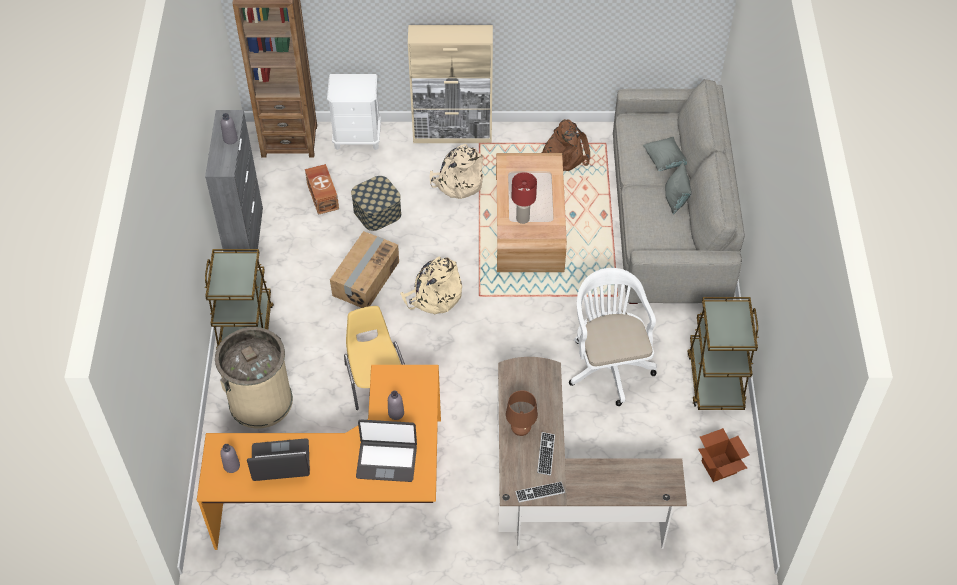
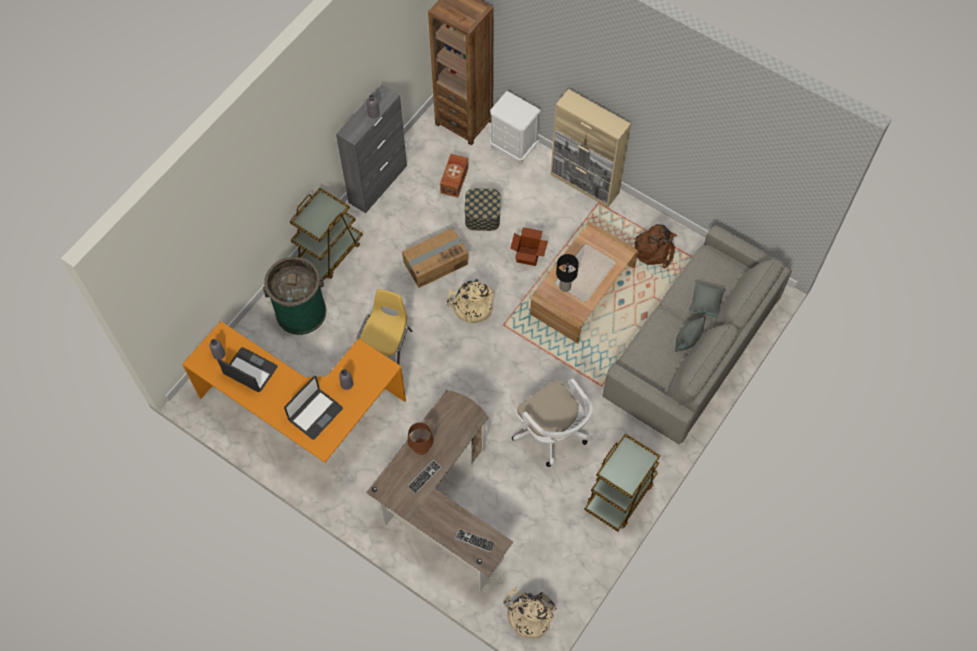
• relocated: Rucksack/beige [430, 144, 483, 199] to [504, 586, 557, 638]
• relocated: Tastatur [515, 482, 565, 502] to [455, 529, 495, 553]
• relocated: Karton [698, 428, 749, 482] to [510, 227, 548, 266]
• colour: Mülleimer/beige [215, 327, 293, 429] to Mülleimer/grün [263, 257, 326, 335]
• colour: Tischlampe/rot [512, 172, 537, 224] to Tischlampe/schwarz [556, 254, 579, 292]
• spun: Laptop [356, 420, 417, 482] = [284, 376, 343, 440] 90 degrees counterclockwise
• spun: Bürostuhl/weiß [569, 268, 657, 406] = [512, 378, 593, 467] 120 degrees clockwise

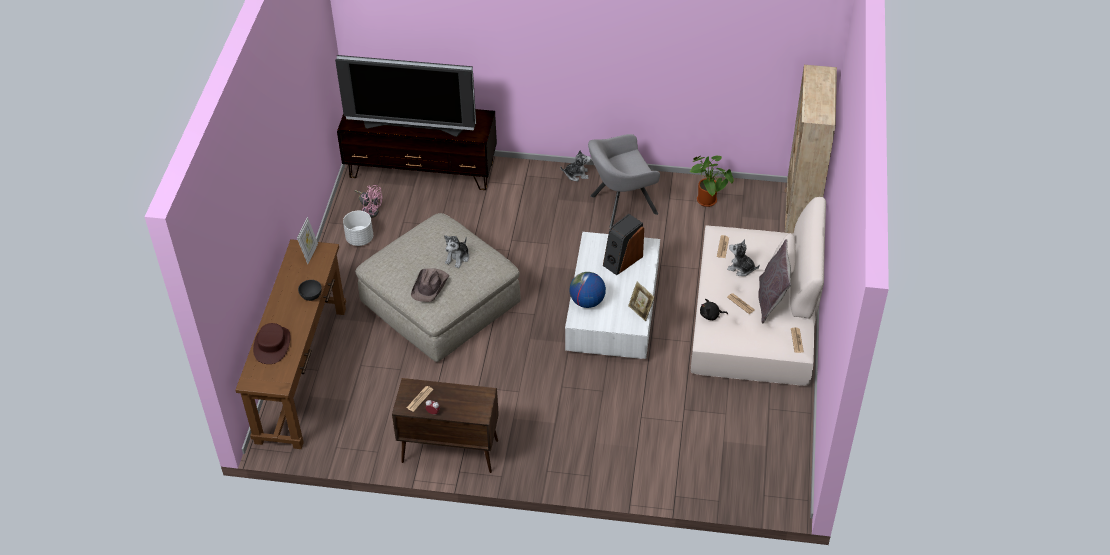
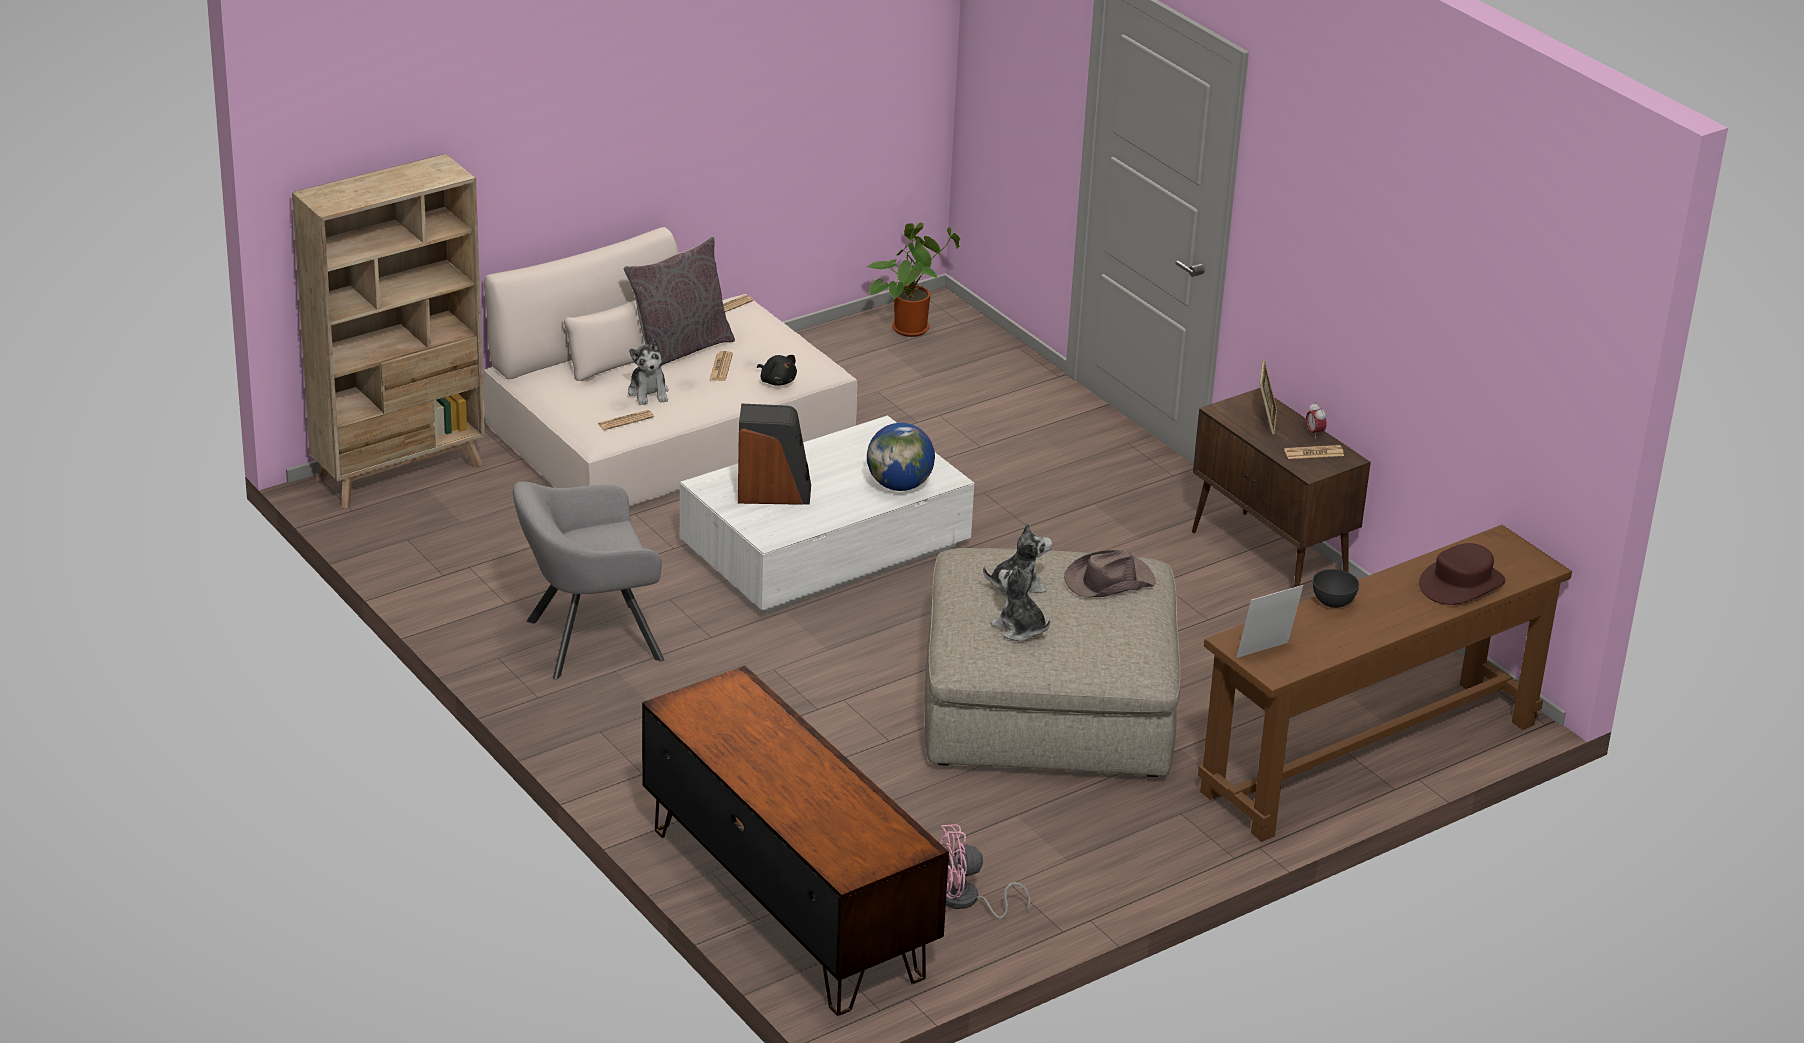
• missing: Fernseher [335, 55, 476, 137]
• missing: Pflanzkübel/weiß [343, 211, 373, 246]
• relocated: Plüschtier [560, 150, 591, 181] to [990, 564, 1050, 641]
• relocated: Bilderrahmen [628, 282, 655, 321] to [1260, 360, 1277, 435]
• relocated: Topfpflanze [690, 156, 734, 207] to [866, 223, 960, 337]
• spun: Ventilator/rosa [354, 185, 382, 218] = [940, 824, 1031, 919] 90 degrees counterclockwise
• spun: Sessel/grau [588, 134, 660, 228] = [513, 481, 664, 679] 135 degrees clockwise

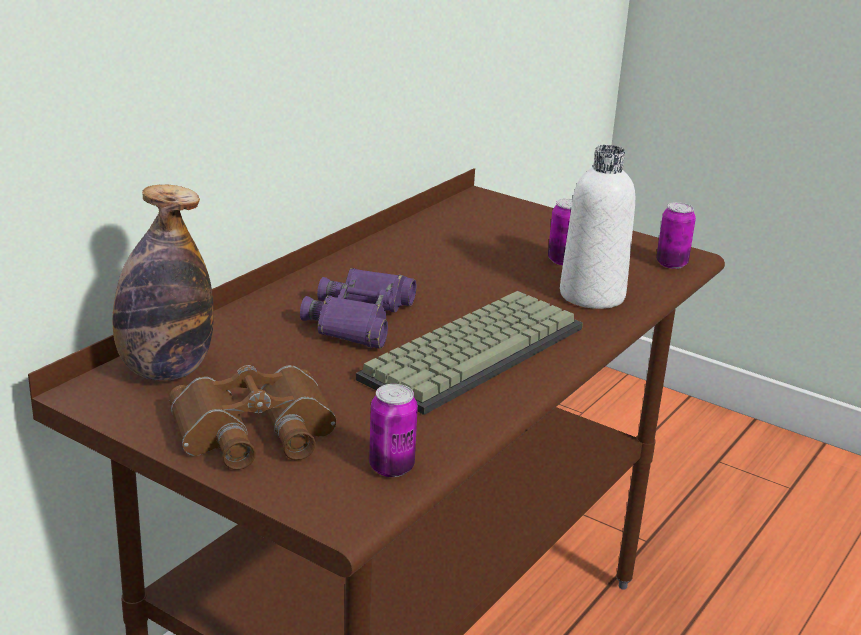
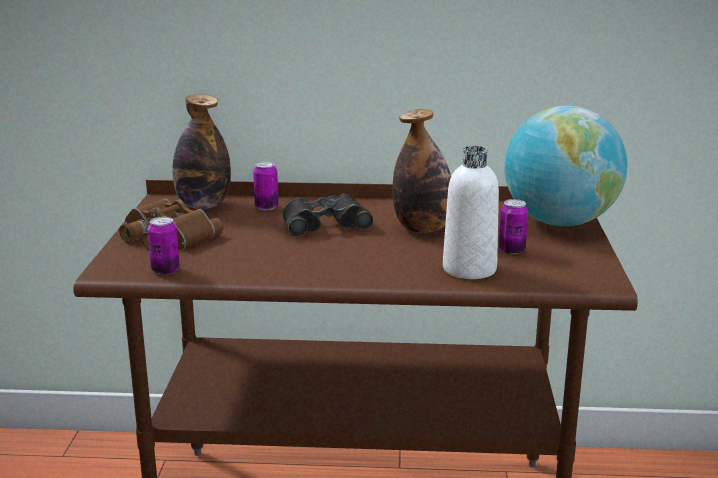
• missing: Tastatur [356, 291, 583, 415]
• appeared: Flasche [393, 109, 451, 233]
• appeared: Globus [504, 106, 627, 226]
• relocated: Dose [656, 202, 696, 269] to [253, 162, 278, 210]
• colour: Fernglas/lila [300, 268, 416, 349] to Fernglas/schwarz [282, 193, 374, 237]

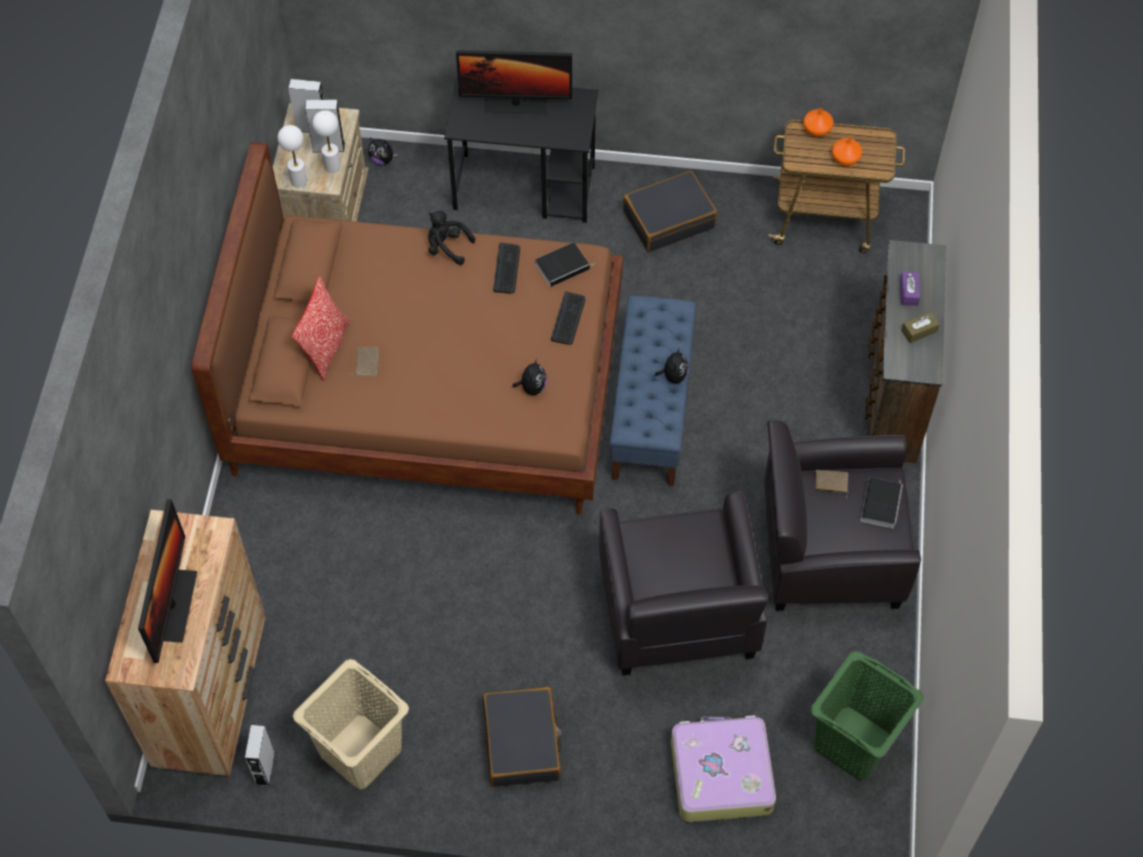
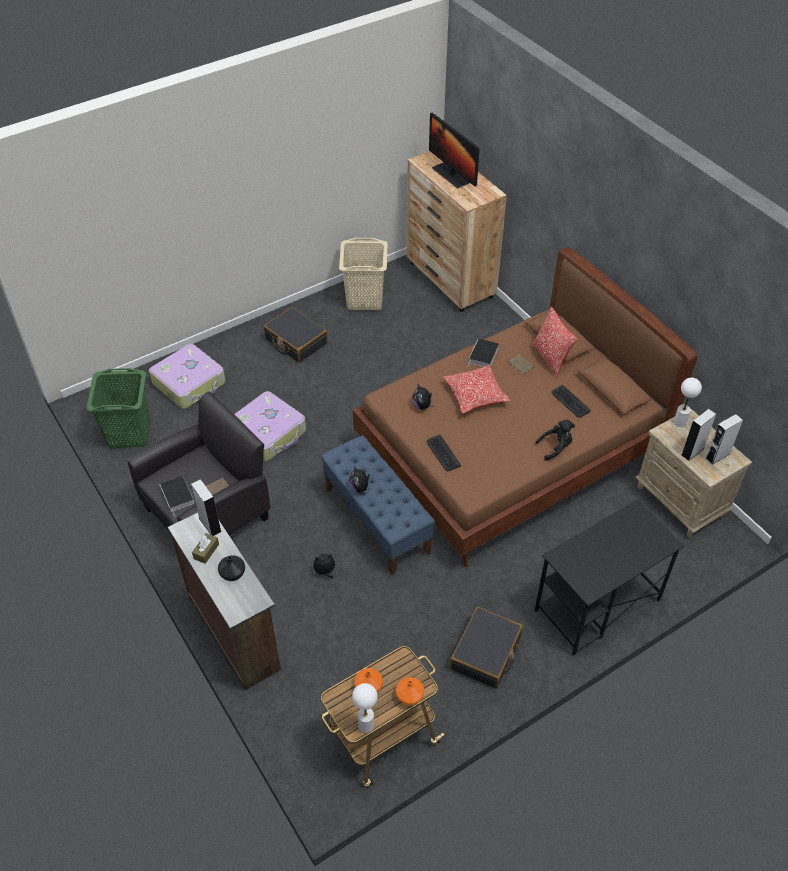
• missing: Monitor [456, 50, 572, 116]
• appeared: Kissen [443, 365, 510, 414]
• relocated: Lautsprecher/grau [245, 725, 275, 786] to [191, 479, 222, 536]
• relocated: Tischlampe/weiß [312, 110, 341, 173] to [352, 683, 378, 733]
• relocated: Plüschtier [368, 137, 398, 165] to [313, 553, 335, 578]
• relocated: Tastatur [493, 243, 520, 294] to [551, 385, 591, 418]
• relocated: Buch [535, 242, 596, 287] to [468, 338, 499, 367]
• exchanged: Sessel/schwarz [599, 491, 768, 676] to Koffer [234, 391, 306, 461]
• exchanged: Taschentuchbox/lila [900, 271, 920, 306] to Vase/schwarz [218, 555, 245, 581]

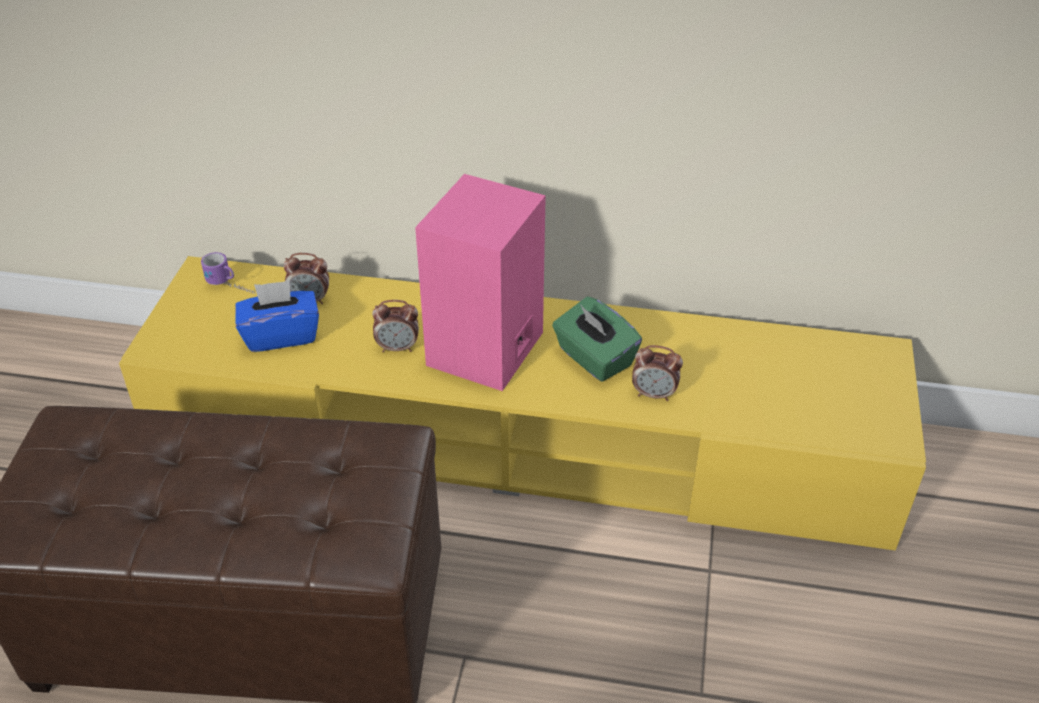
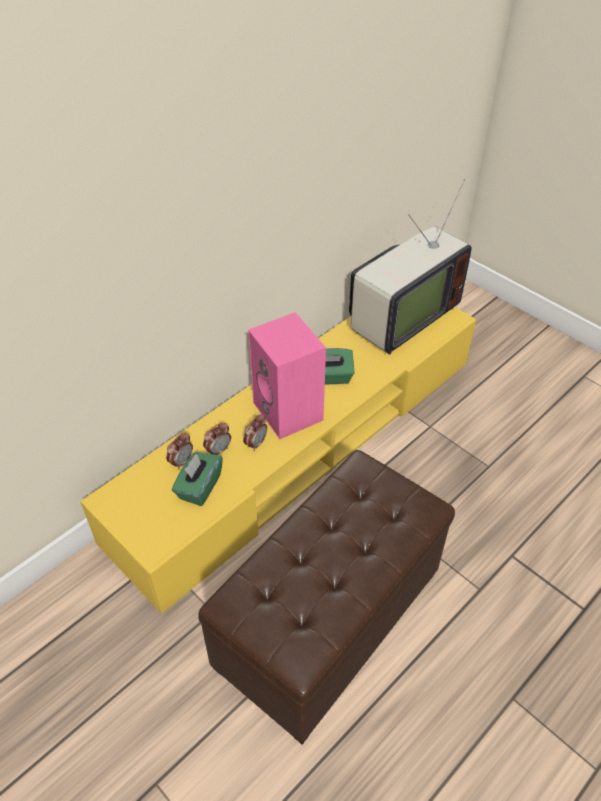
• missing: Henkelbecher [201, 252, 255, 294]
• appeared: Fernseher [349, 180, 472, 355]
• relocated: Wecker [632, 345, 683, 401] to [203, 422, 231, 455]
• colour: Taschentuchbox/blau [235, 280, 319, 352] to Taschentuchbox/grün [172, 452, 223, 506]

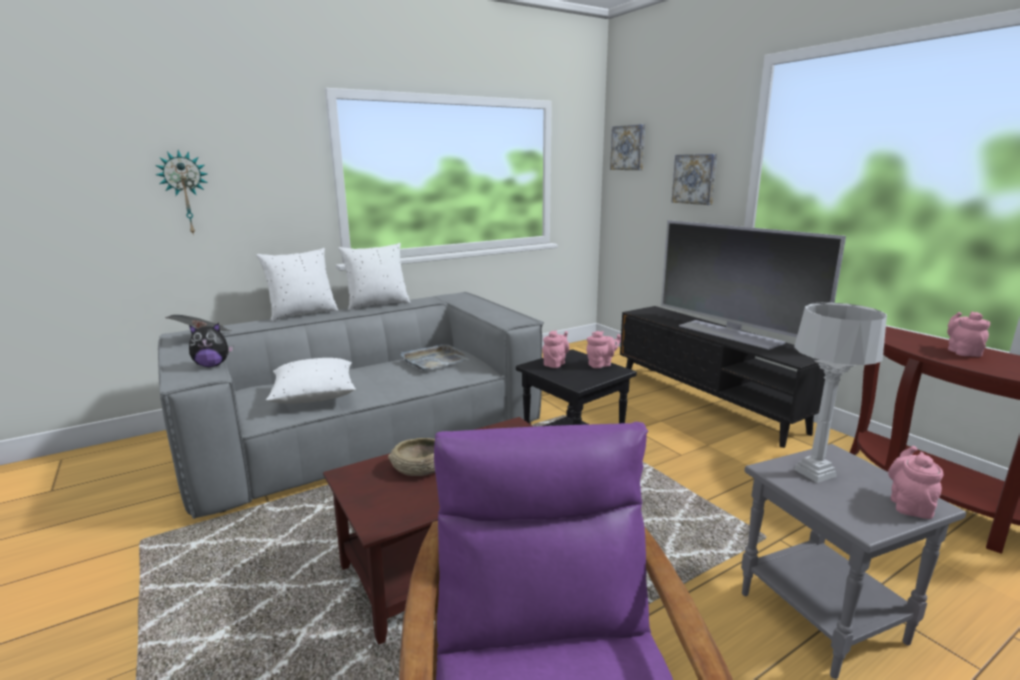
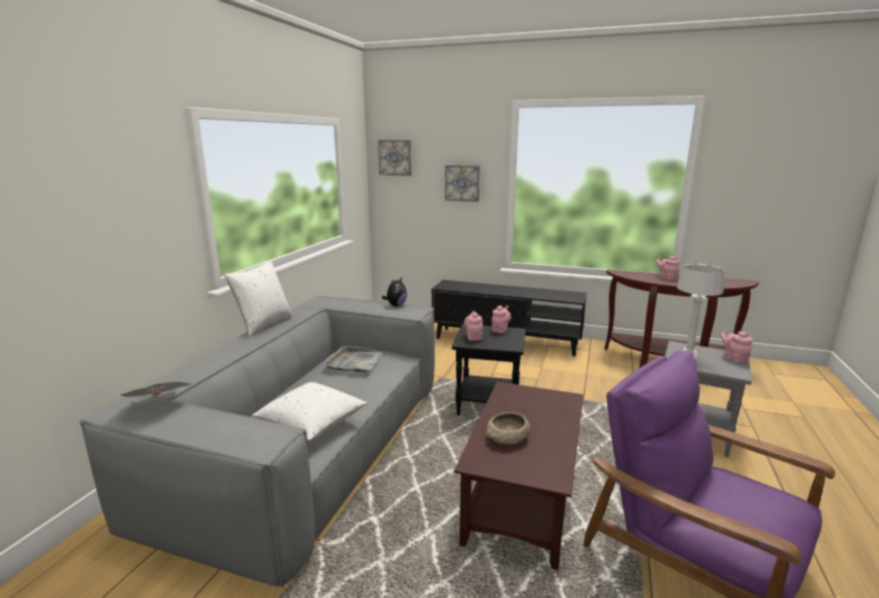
• missing: Wanduhr [155, 150, 208, 236]
• missing: Kissen/weiß [256, 248, 338, 321]
• missing: Fernseher [661, 220, 846, 350]
• relocated: Plüschtier [189, 323, 233, 367] to [382, 277, 407, 306]

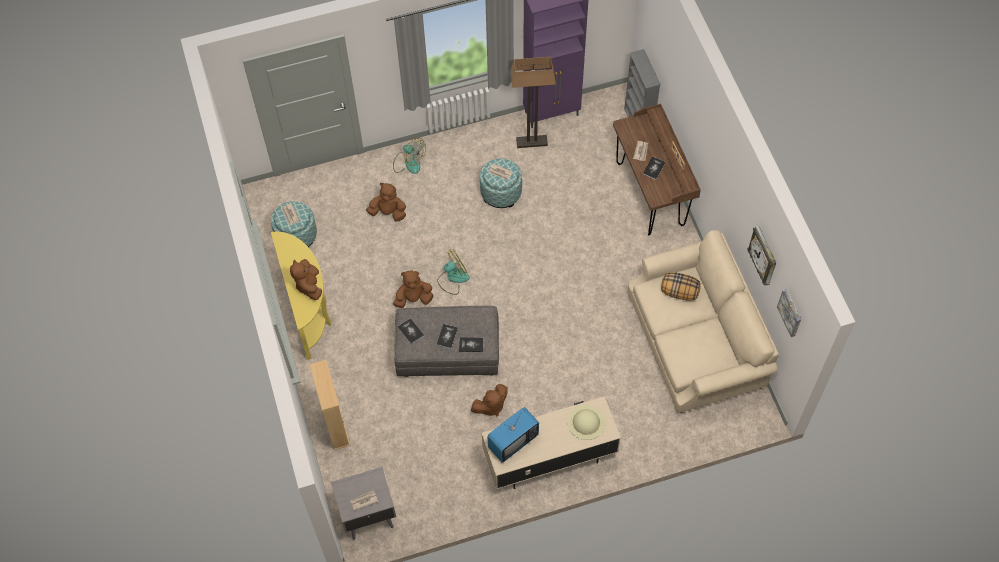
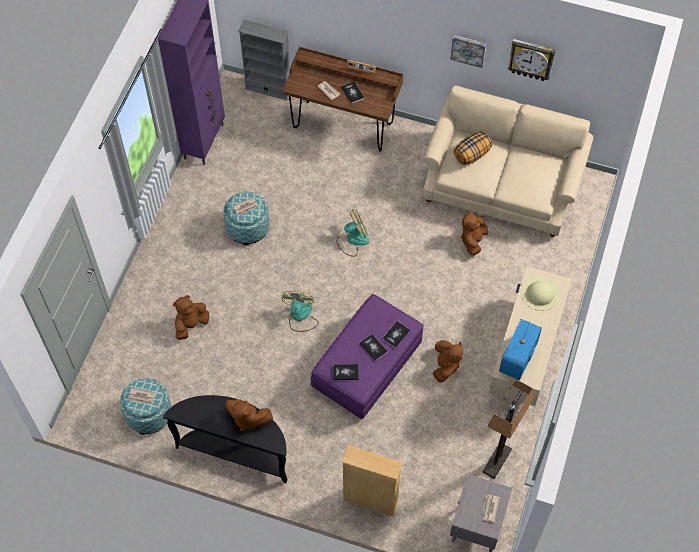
• relocated: Ventilator [393, 138, 426, 174] to [337, 209, 370, 257]
• relocated: Plüschtier/braun [393, 270, 434, 308] to [461, 211, 489, 256]
• relocated: Stehlampe [511, 57, 556, 148] to [483, 379, 534, 479]
• relocated: Bild [777, 289, 801, 337] to [450, 35, 486, 68]
• colour: Konsolentisch/gelb [271, 232, 331, 360] to Konsolentisch/schwarz [163, 395, 288, 483]
• colour: Polsterhocker/grau [394, 306, 499, 377] to Polsterhocker/lila [310, 294, 424, 419]
• spun: Fernseher [488, 407, 539, 463] = [499, 319, 542, 380] 150 degrees counterclockwise

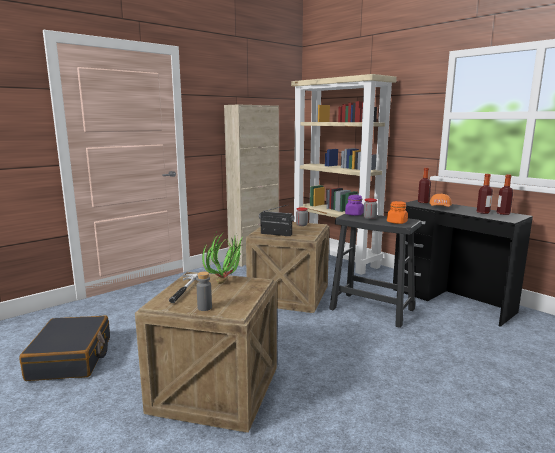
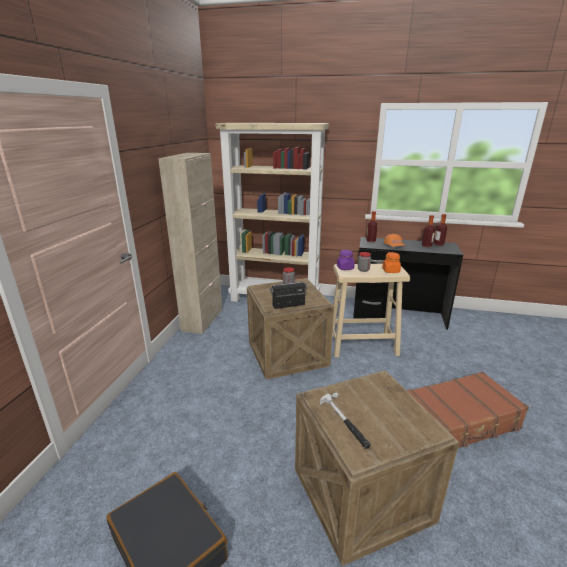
• missing: Flasche/grau [196, 271, 212, 311]
• missing: Topfpflanze [202, 232, 244, 284]
• appeared: Koffer/braun [407, 371, 529, 448]
• colour: Hocker/schwarz [329, 214, 422, 328] to Hocker/beige [332, 263, 410, 358]

